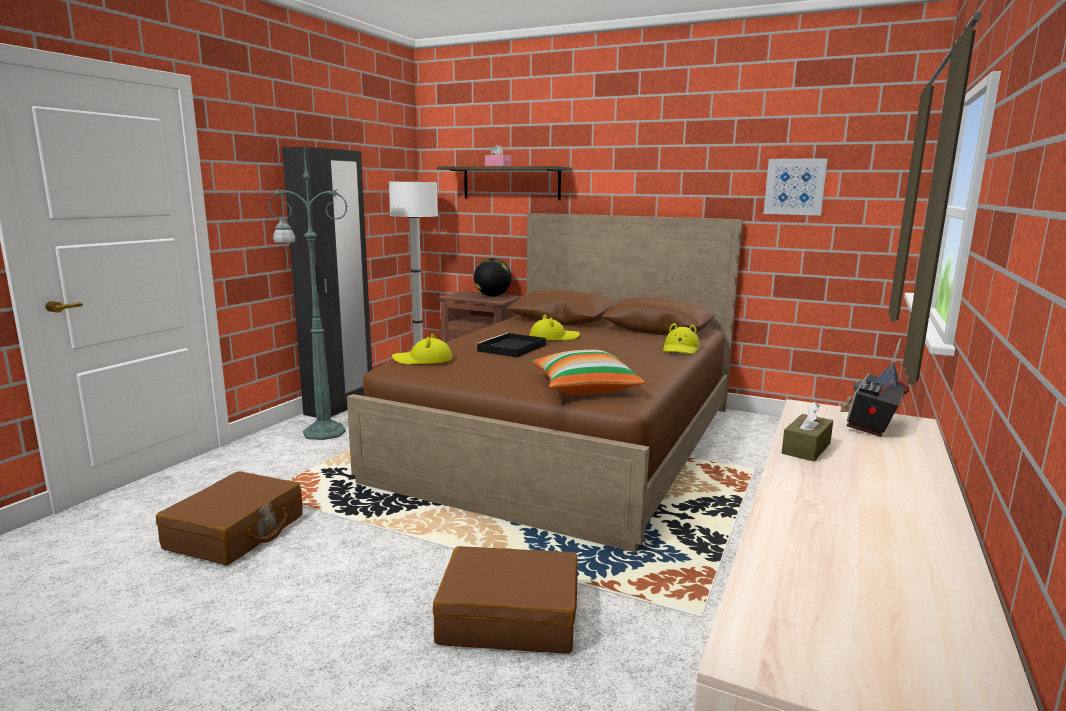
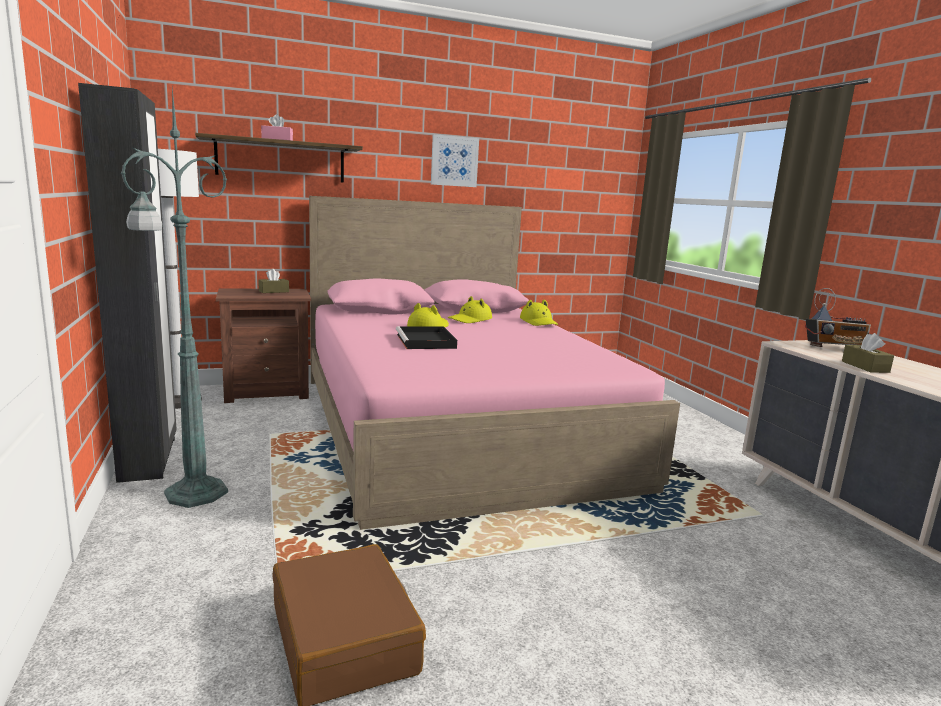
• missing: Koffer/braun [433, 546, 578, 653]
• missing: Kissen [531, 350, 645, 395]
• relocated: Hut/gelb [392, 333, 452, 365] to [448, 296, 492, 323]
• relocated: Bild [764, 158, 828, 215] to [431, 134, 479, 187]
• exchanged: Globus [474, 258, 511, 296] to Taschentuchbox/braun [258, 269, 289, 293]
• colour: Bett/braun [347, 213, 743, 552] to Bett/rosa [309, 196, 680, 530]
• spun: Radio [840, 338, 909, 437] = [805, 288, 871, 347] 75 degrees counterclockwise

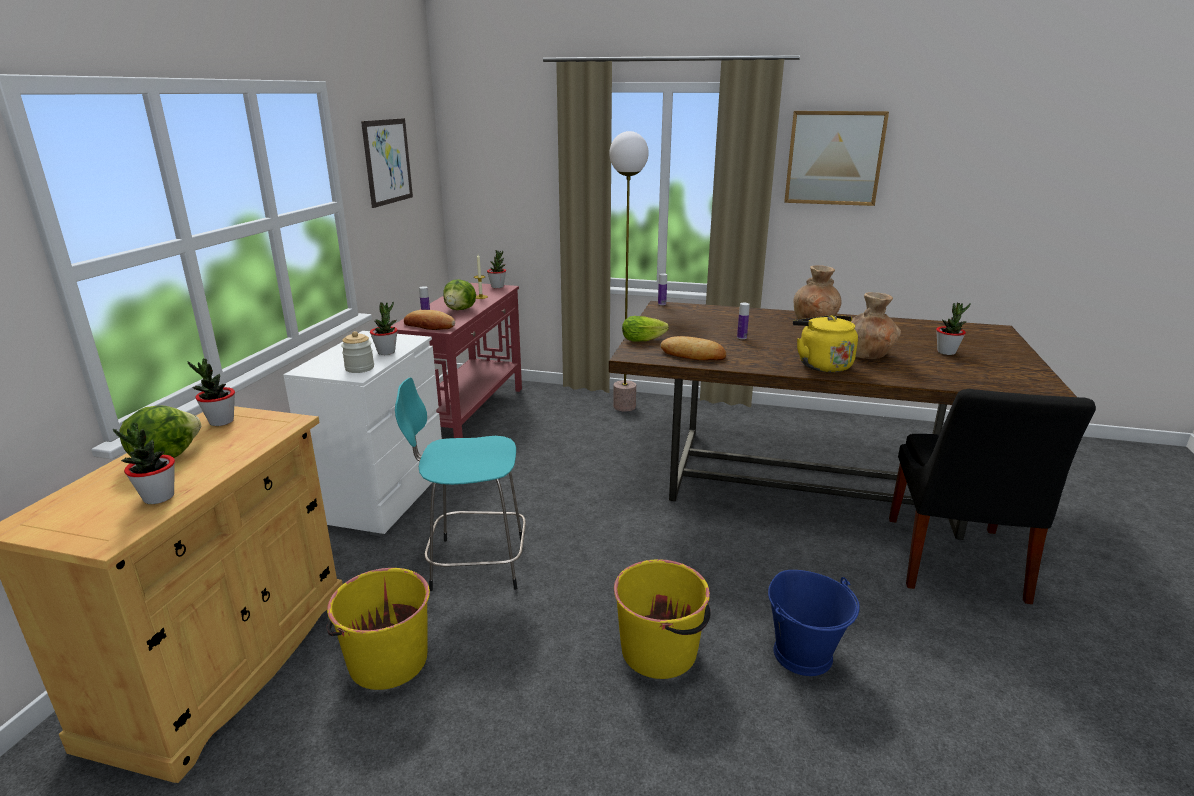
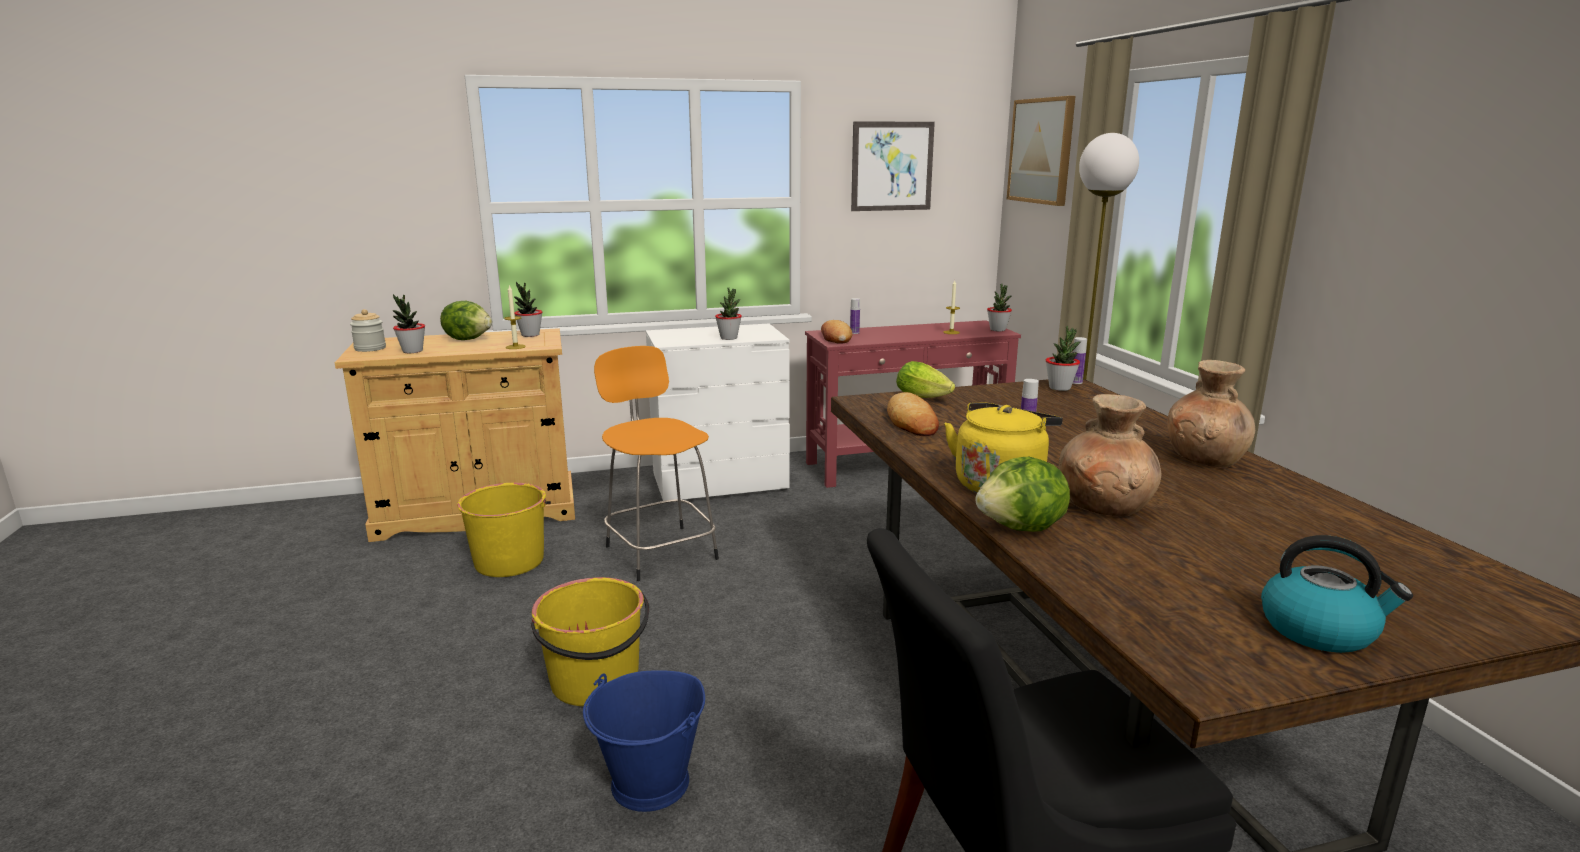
• appeared: Kerze [504, 285, 526, 349]
• appeared: Wasserkessel [1261, 535, 1413, 653]
• relocated: Vorratsglas [341, 331, 374, 373] to [350, 309, 386, 352]
• relocated: Salatkopf [443, 279, 476, 310] to [975, 457, 1070, 532]
• relocated: Bild [784, 111, 889, 206] to [1007, 96, 1076, 206]
• relocated: Topfpflanze [936, 302, 971, 355] to [1046, 326, 1081, 391]
• colour: Hocker/türkis [395, 378, 526, 591] to Hocker/orange [594, 346, 719, 581]

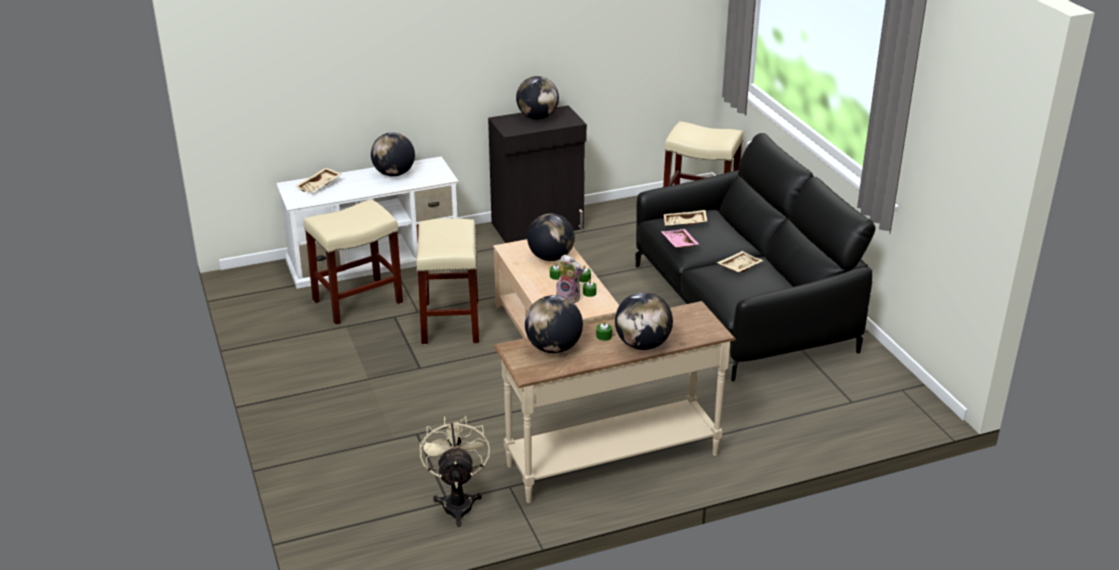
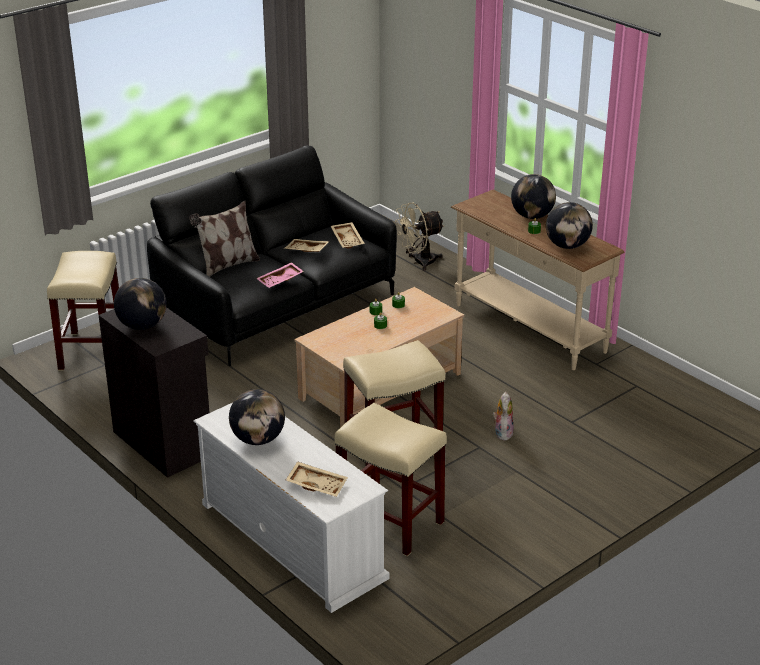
• missing: Globus [527, 214, 575, 261]
• appeared: Kissen [189, 201, 260, 277]
• relocated: Ventilator/beige [420, 416, 490, 527] to [395, 203, 444, 271]
• relocated: Plüschtier [556, 254, 584, 303] to [493, 392, 514, 441]
• relocated: Tablett/beige [664, 210, 707, 226] to [331, 222, 365, 249]

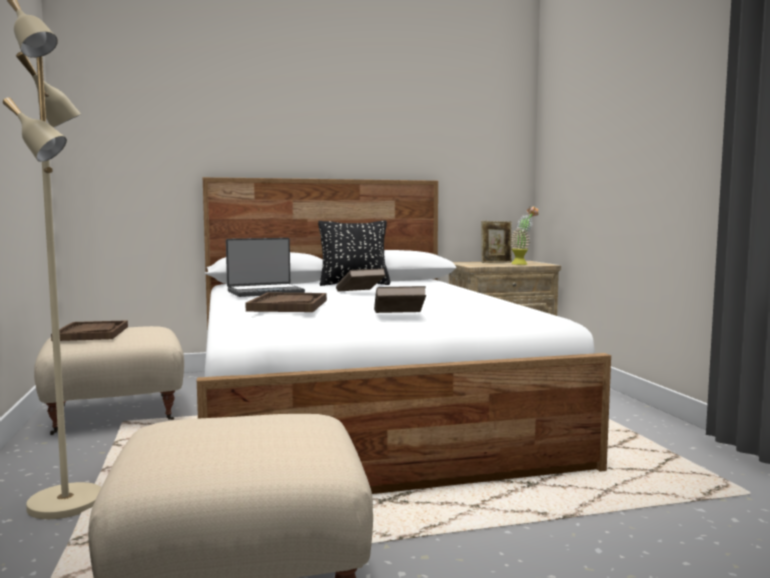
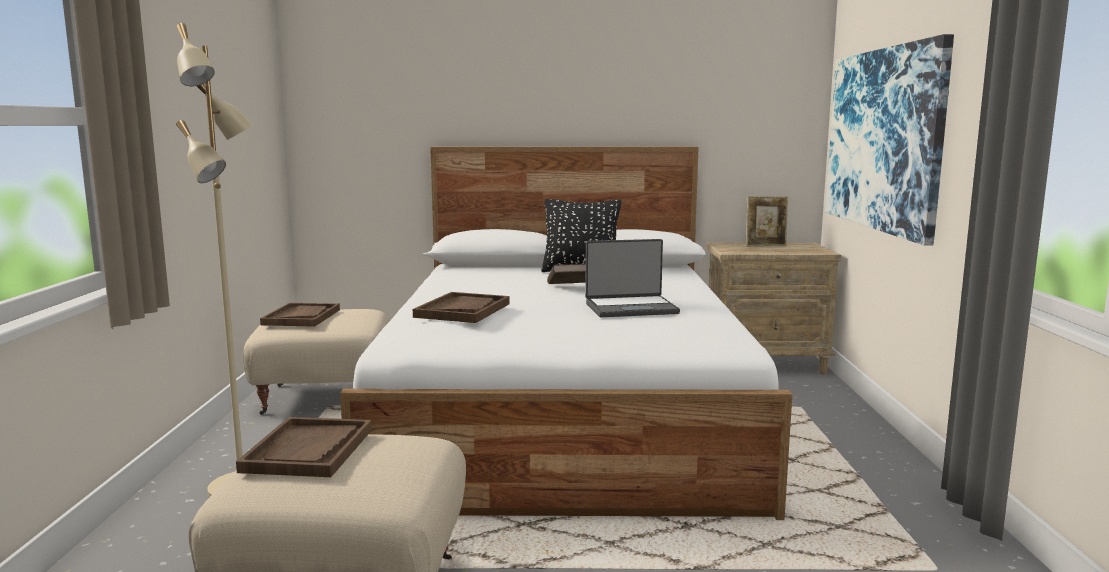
• missing: Buch/braun [374, 286, 426, 313]
• missing: Topfpflanze [510, 206, 538, 265]
• appeared: Tablett/braun [236, 417, 372, 477]
• appeared: Bild [825, 34, 954, 245]
• relocated: Laptop [226, 238, 305, 297] to [585, 239, 680, 317]

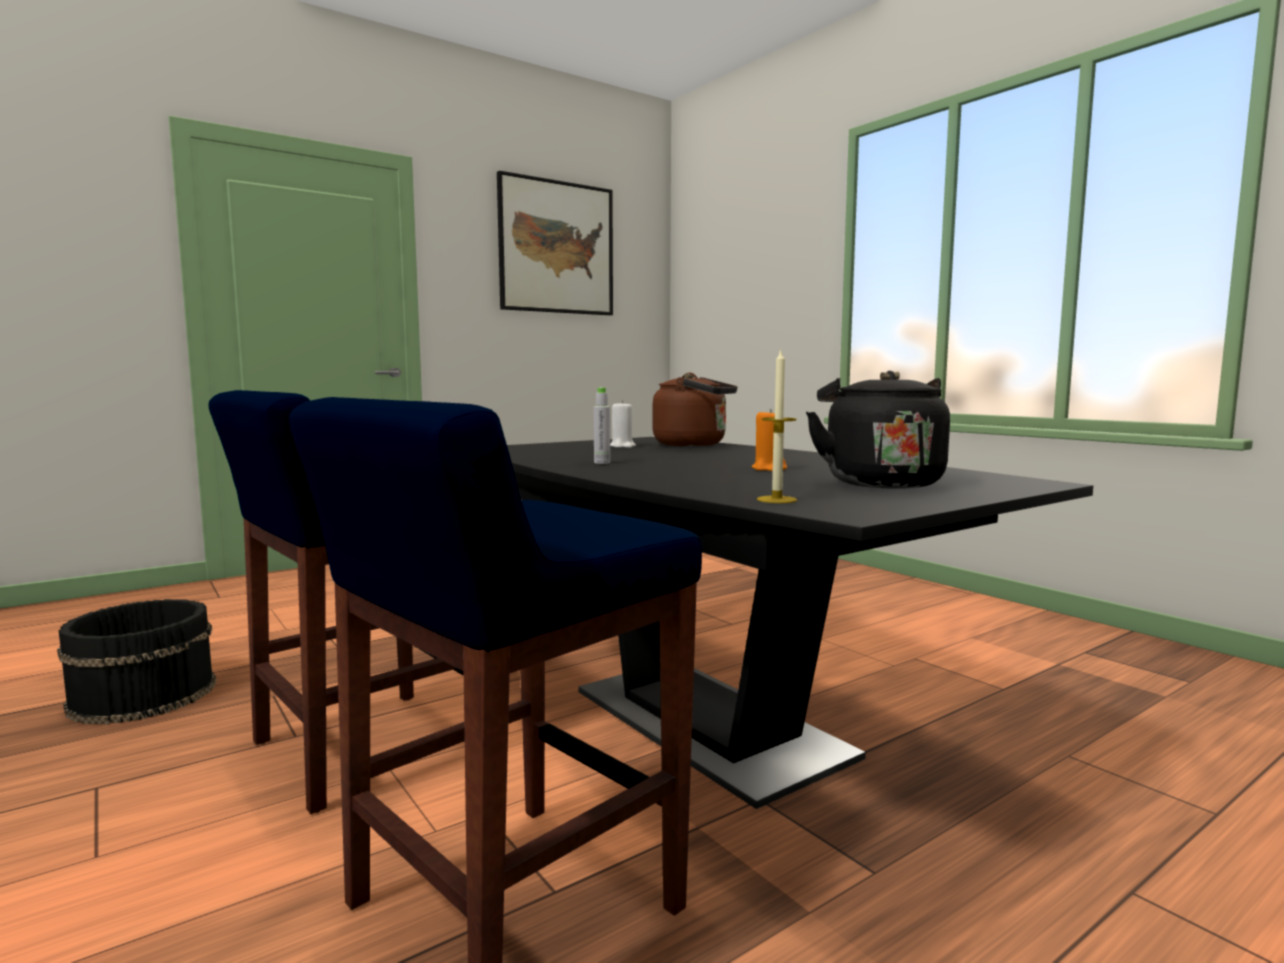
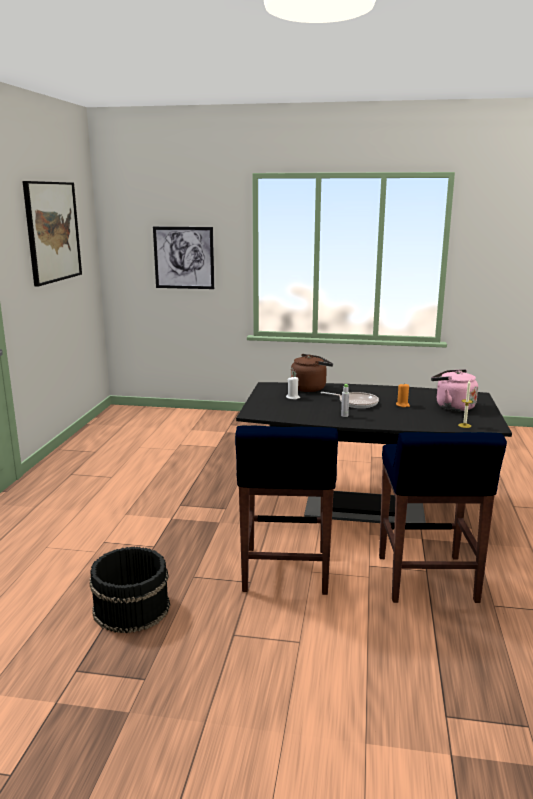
• appeared: Bild [153, 227, 214, 289]
• appeared: Pfanne [321, 392, 379, 408]
• colour: Wasserkessel/schwarz [806, 371, 950, 489] to Wasserkessel/rosa [431, 369, 478, 411]

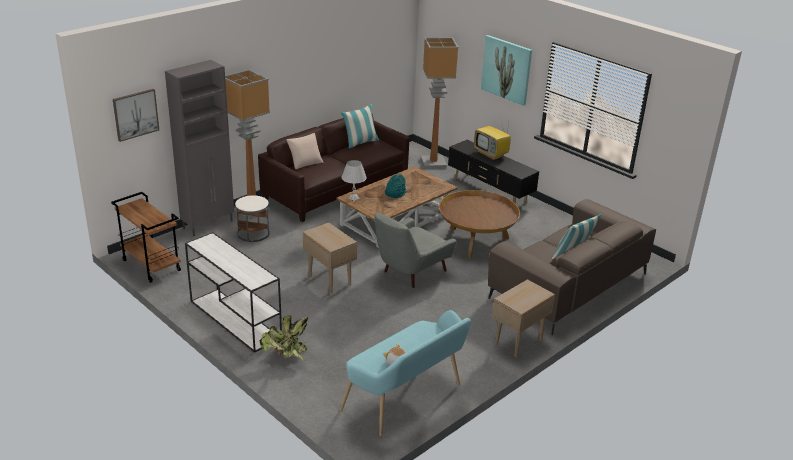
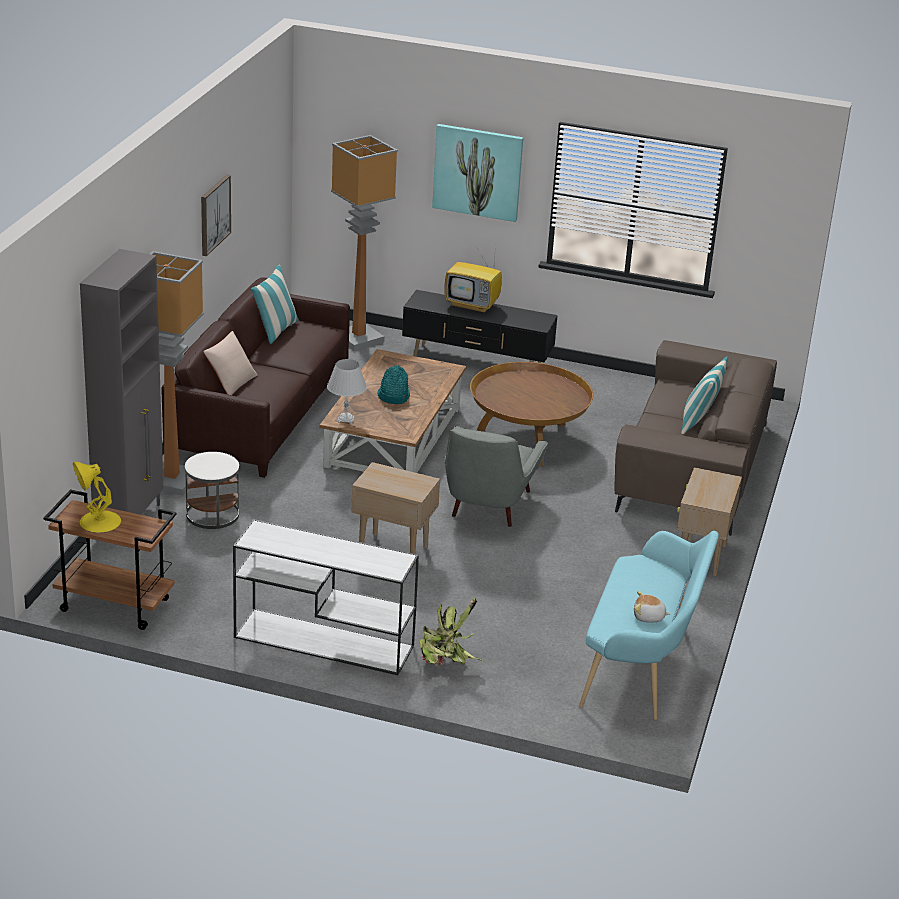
• appeared: Tischlampe/gelb [73, 462, 121, 533]
• relocated: Bild [113, 89, 159, 142] to [201, 174, 231, 256]

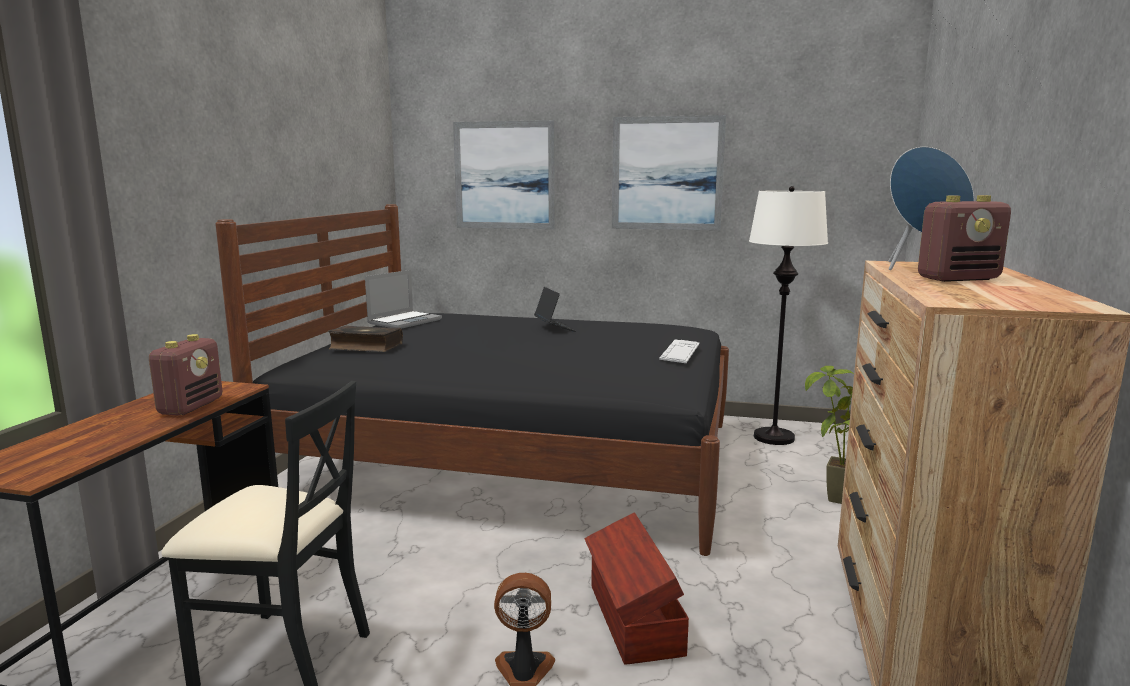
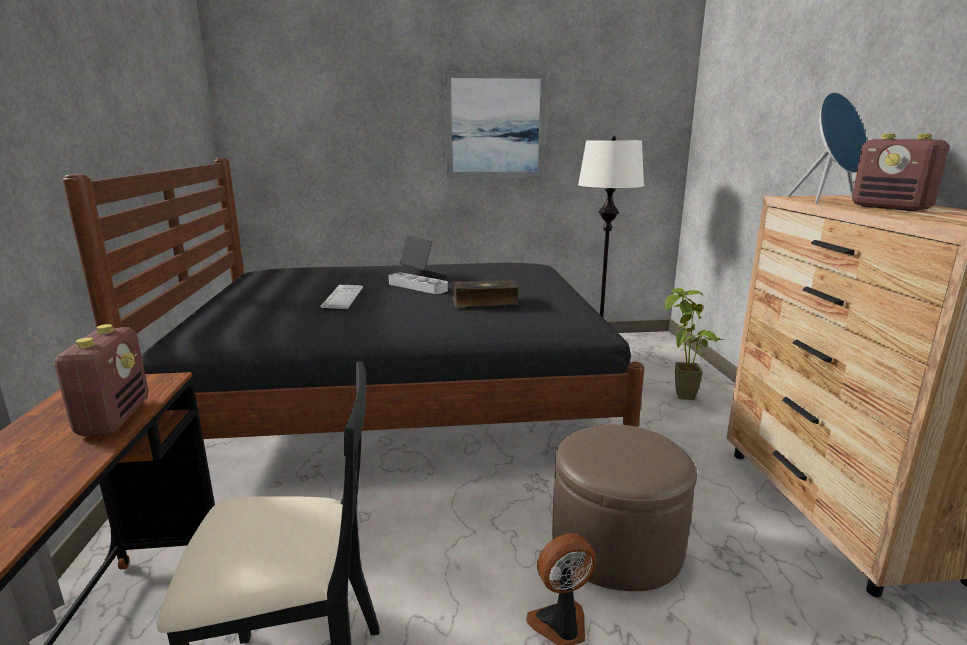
• missing: Laptop [365, 270, 442, 329]
• missing: Bild [453, 120, 555, 230]
• appeared: Tablett/grau [389, 273, 448, 294]
• relocated: Buch [328, 325, 403, 352] to [453, 279, 520, 308]
• relocated: Tastatur [659, 339, 699, 363] to [320, 285, 363, 309]
• exchanged: Aufbewahrungsbox/braun [584, 512, 689, 665] to Polsterhocker/braun [552, 424, 697, 591]
• spun: Radio [918, 195, 1011, 282] = [852, 134, 949, 211] 90 degrees clockwise

